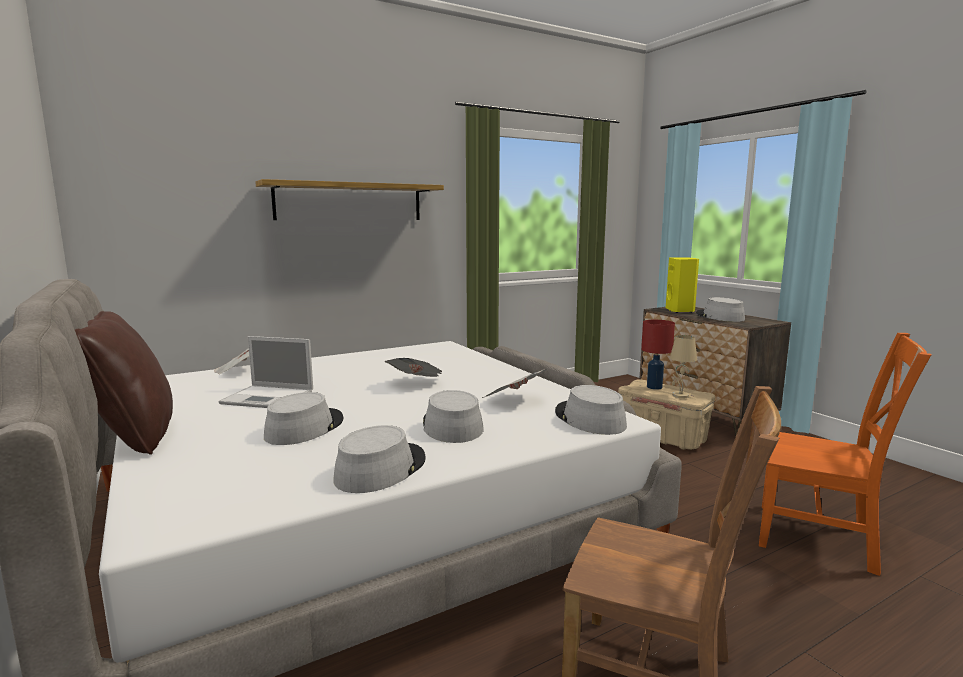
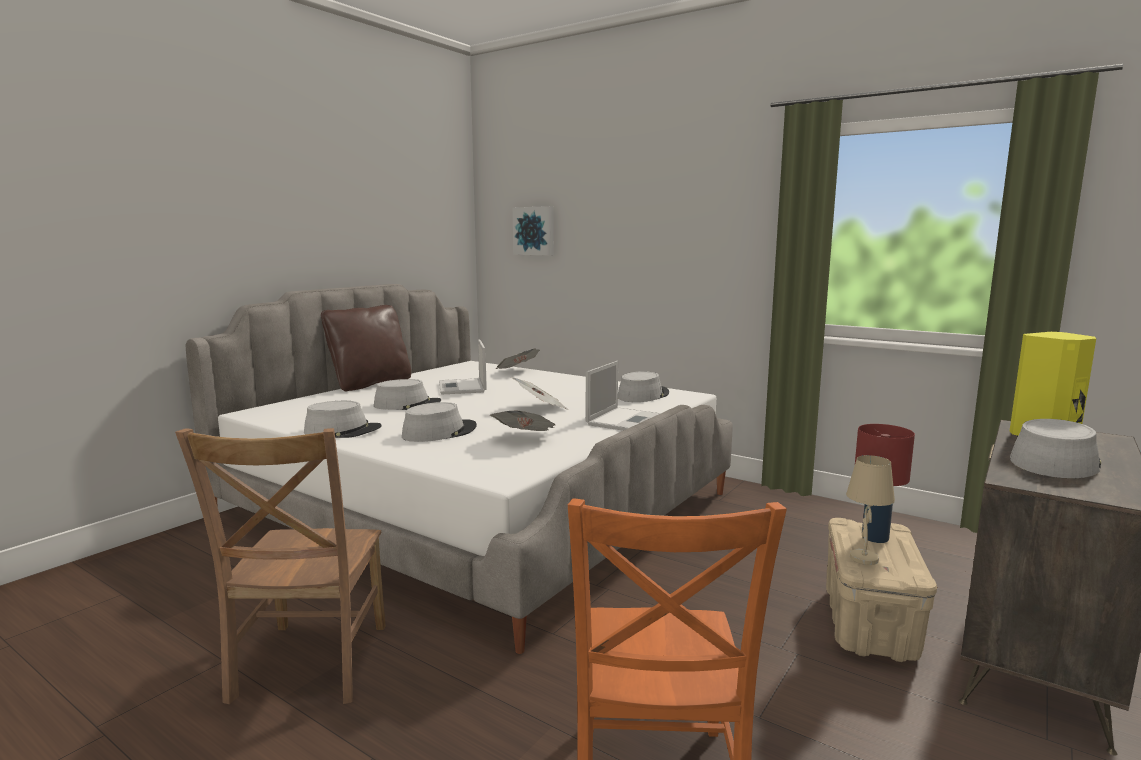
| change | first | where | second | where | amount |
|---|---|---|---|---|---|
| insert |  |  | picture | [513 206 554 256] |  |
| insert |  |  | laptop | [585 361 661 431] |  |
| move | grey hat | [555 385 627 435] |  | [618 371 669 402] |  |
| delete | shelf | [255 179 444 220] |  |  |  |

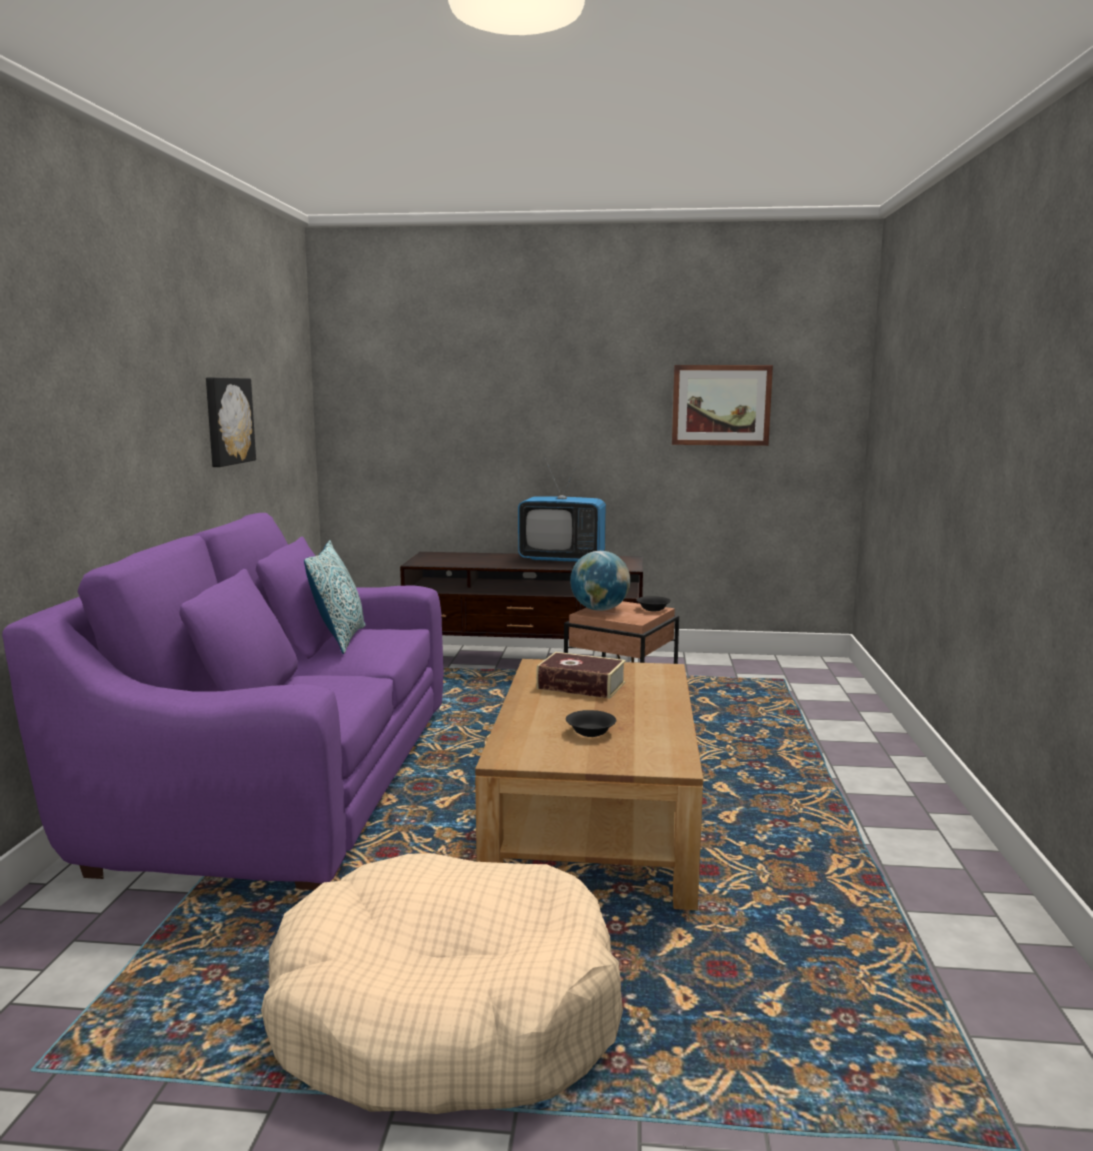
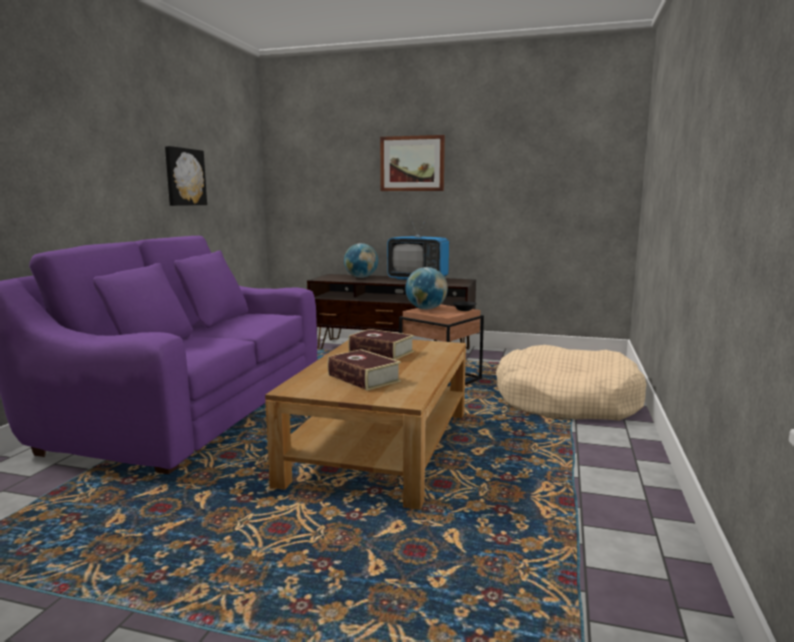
| change | first | where | second | where | amount |
|---|---|---|---|---|---|
| replace | black bowl | [566 710 616 737] | book | [327 349 401 391] |  |
| insert |  |  | globe | [344 243 378 278] |  |
| move | picture | [672 365 773 446] |  | [380 135 445 191] |  |
| move | beige dog bed | [261 853 623 1114] |  | [496 345 647 421] |  |
| delete | pillow | [304 540 365 654] |  |  |  |

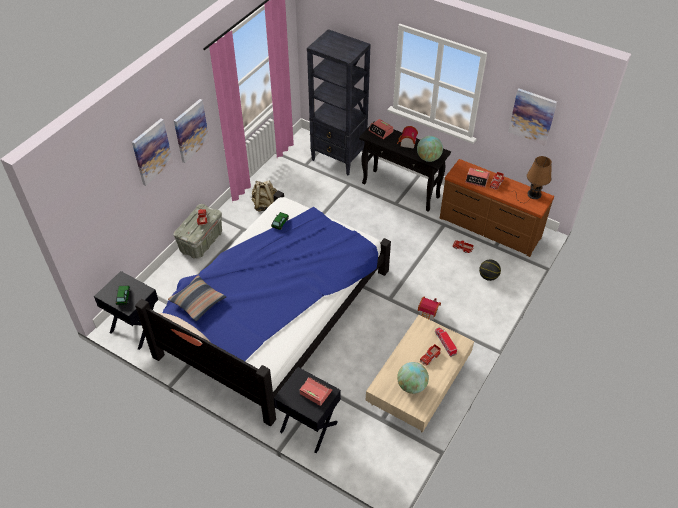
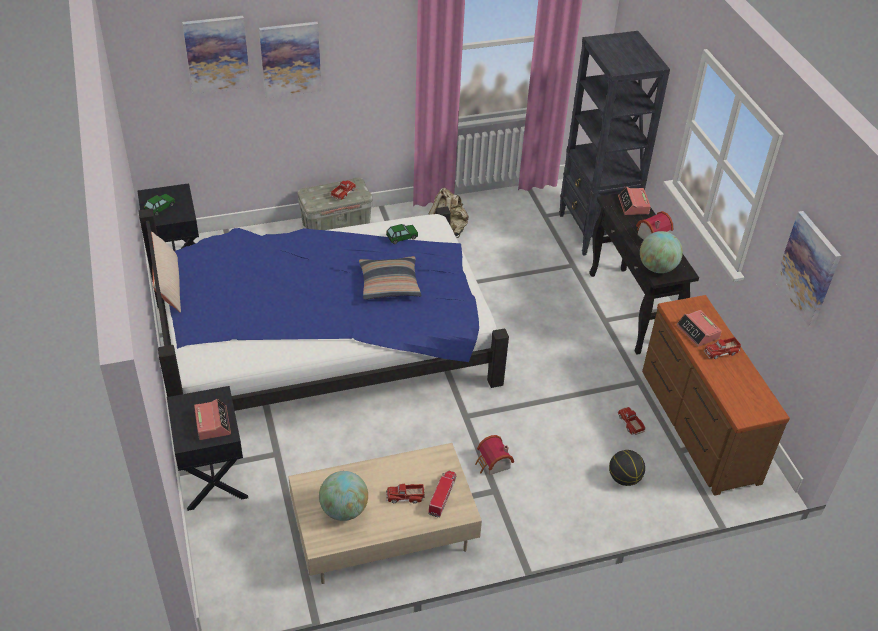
| change | first | where | second | where | amount |
|---|---|---|---|---|---|
| move | picture | [174 99 209 163] |  | [182 16 251 94] |  |
| move | pillow | [168 276 226 321] |  | [359 256 422 300] |  |
| delete | brown table lamp | [515 156 552 203] |  |  |  |

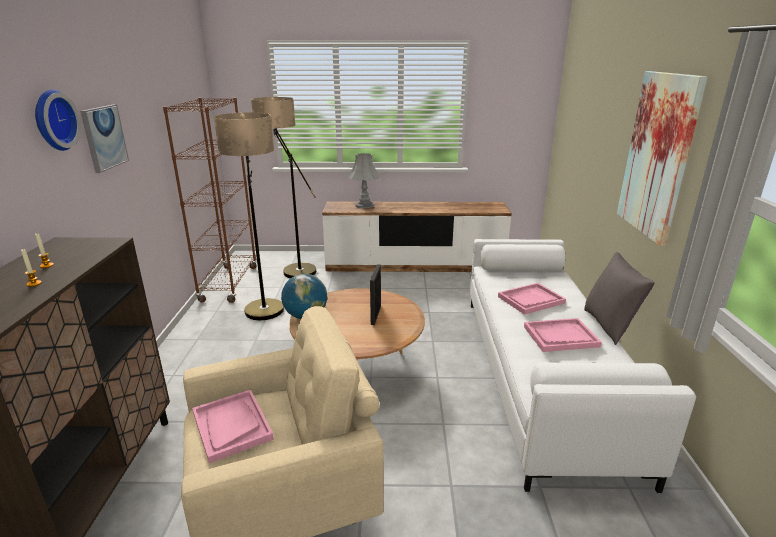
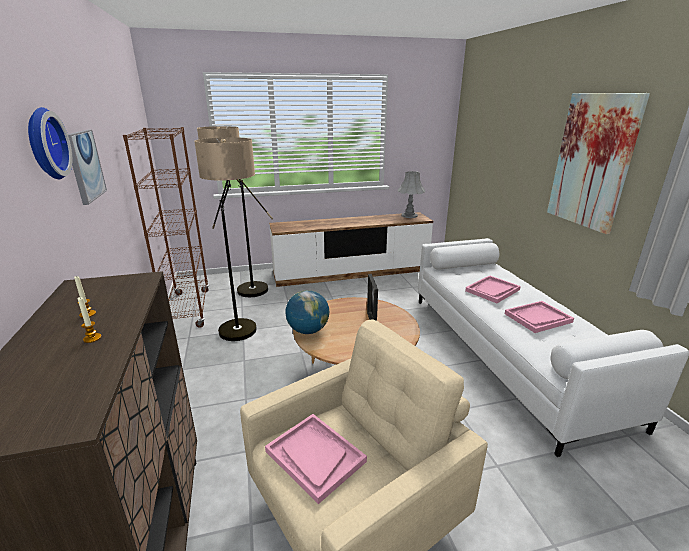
| change | first | where | second | where | amount |
|---|---|---|---|---|---|
| move | grey table lamp | [348 153 380 208] |  | [398 171 425 218] |  |
| delete | grey pillow | [584 252 655 345] |  |  |  |

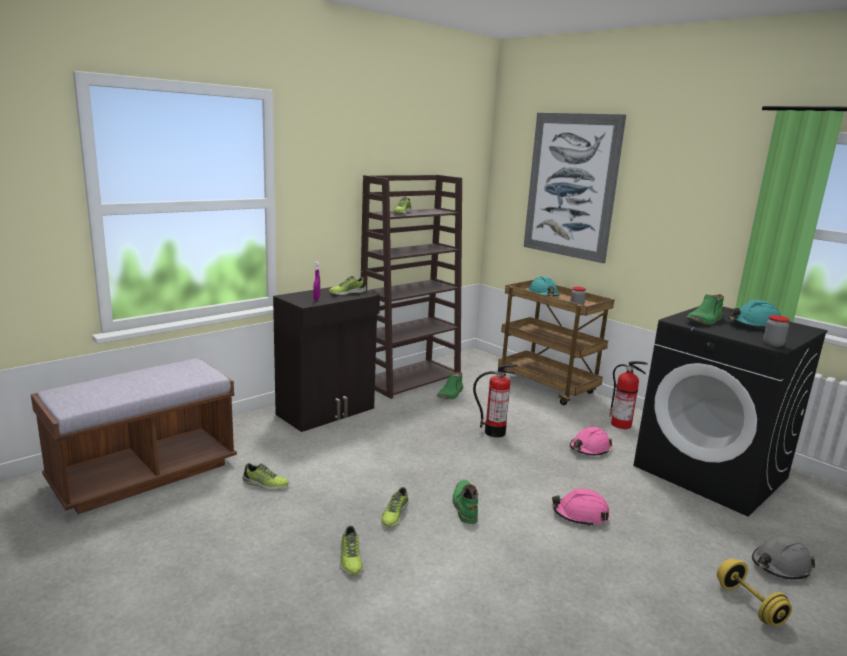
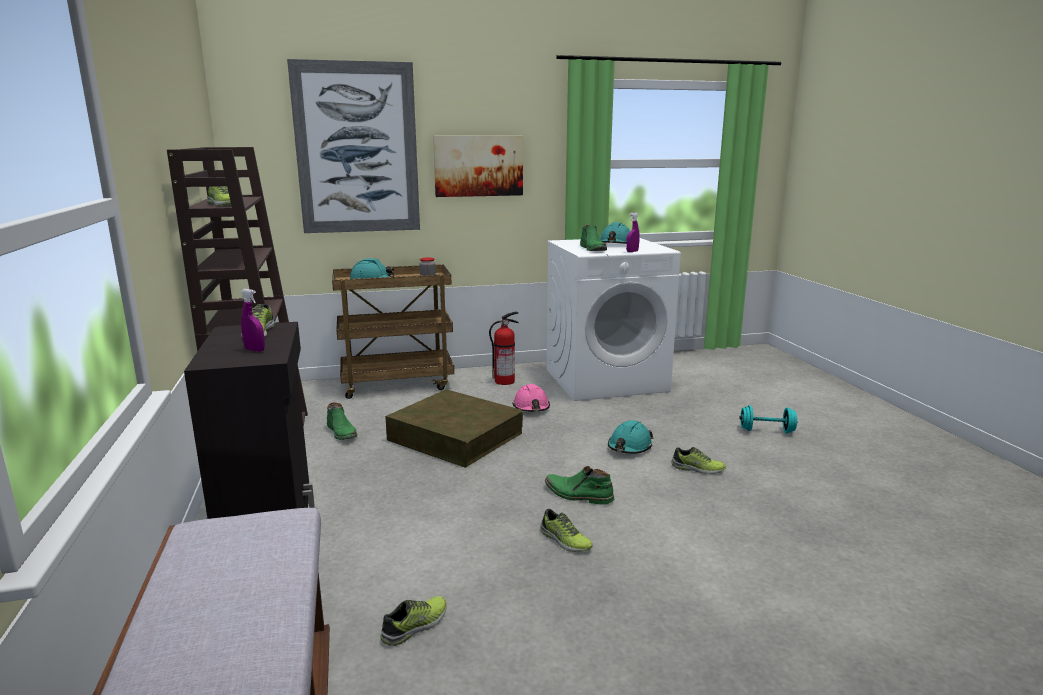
| change | first | where | second | where | amount |
|---|---|---|---|---|---|
| replace | fire extinguisher | [473 364 518 437] | brown storage box | [385 389 523 468] |  |
| insert |  |  | picture | [433 135 523 197] |  |
| recolor | black washing machine | [634 306 828 517] | white washing machine | [547 238 681 401] |  |
| recolor | pink hard hat | [552 489 609 527] | turquoise hard hat | [608 420 654 454] |  |
| insert |  |  | purple spray bottle | [626 213 640 252] |  |
| move | shoe | [340 526 363 575] |  | [671 447 726 475] |  |
| recolor | yellow dumbbell | [717 559 792 626] | turquoise dumbbell | [739 405 798 433] |  |
| delete | grey hard hat | [752 536 815 579] |  |  |  |
| delete | jar | [763 315 790 347] |  |  |  |

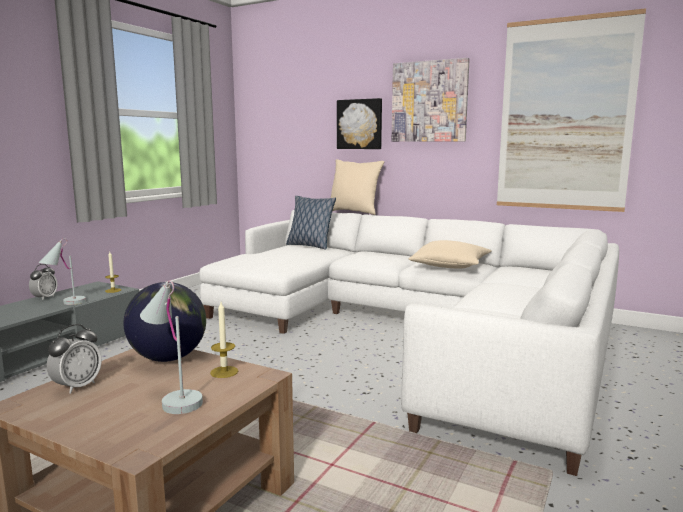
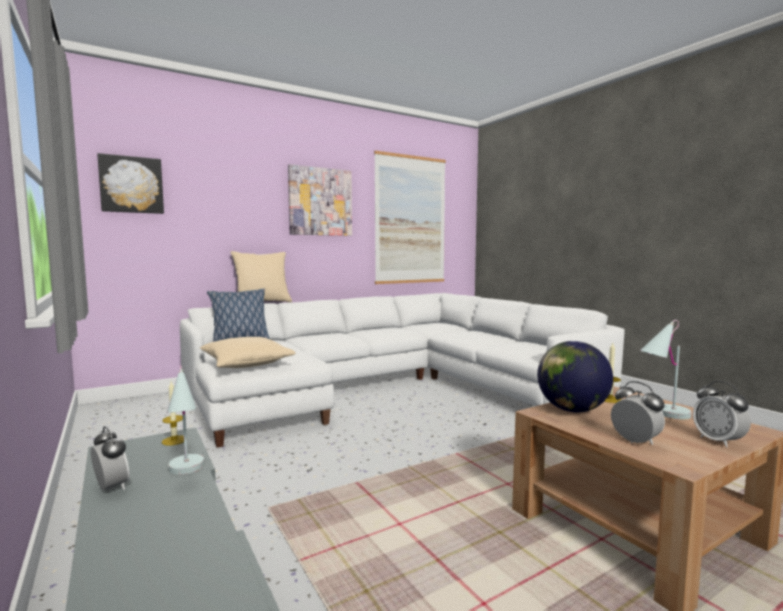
| change | first | where | second | where | amount |
|---|---|---|---|---|---|
| move | picture | [337 98 382 149] |  | [97 153 164 214] |  |
| move | beige pillow | [409 240 492 269] |  | [200 337 296 368] |  |
| insert |  |  | alarm clock | [693 381 751 447] |  |

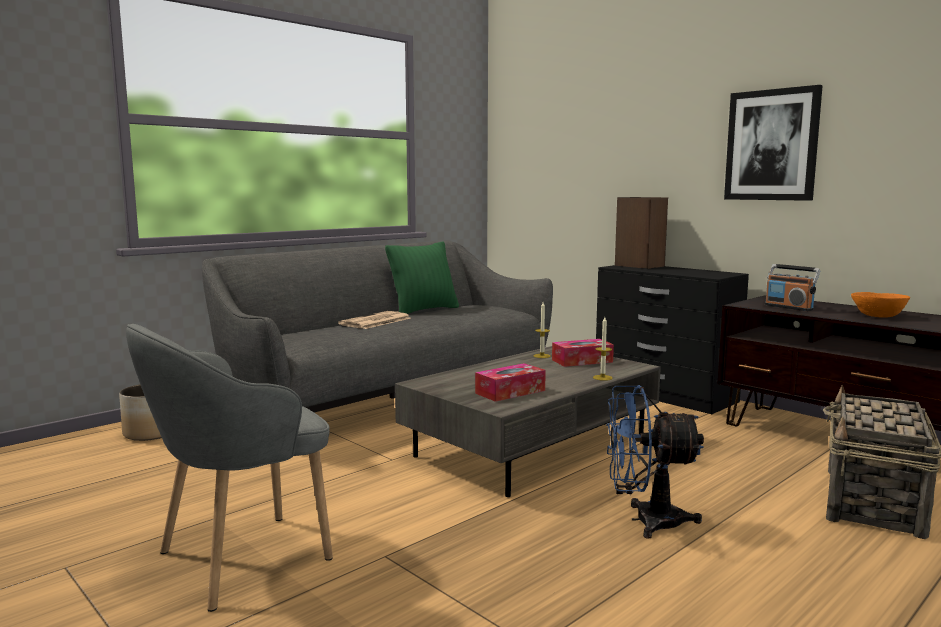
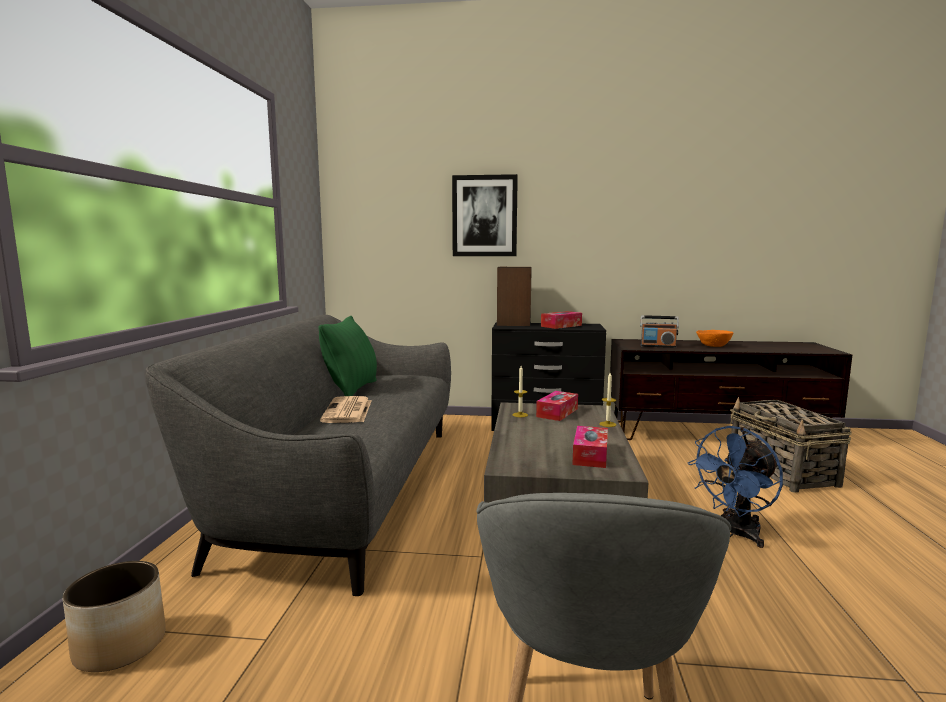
| change | first | where | second | where | amount |
|---|---|---|---|---|---|
| move | picture | [724 85 823 201] |  | [452 174 518 256] |  |
| insert |  |  | tissue box | [541 311 582 329] |  |

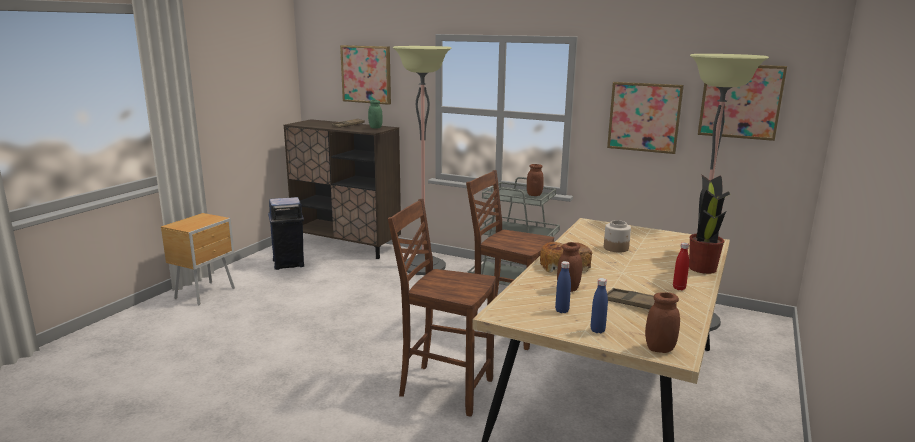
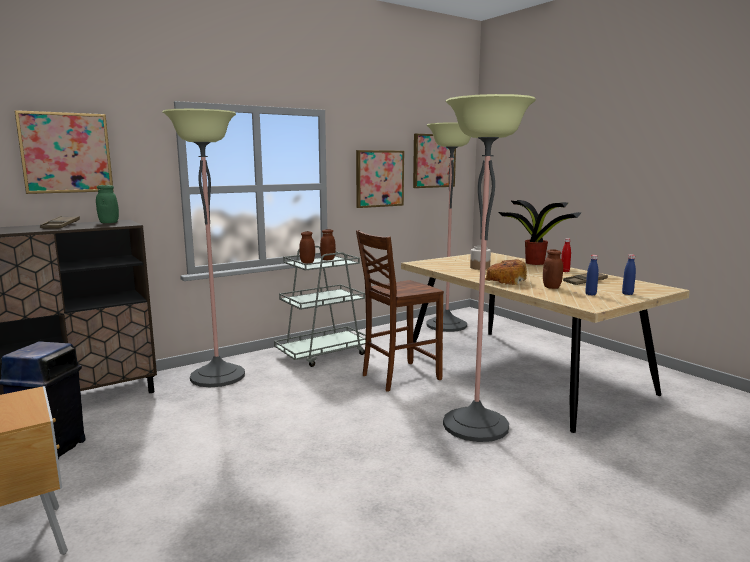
| change | first | where | second | where | amount |
|---|---|---|---|---|---|
| move | brown jar | [645 292 680 353] |  | [299 231 315 264] |  |
| replace | brown chair | [388 199 496 417] | floor lamp | [443 94 536 442] |  |

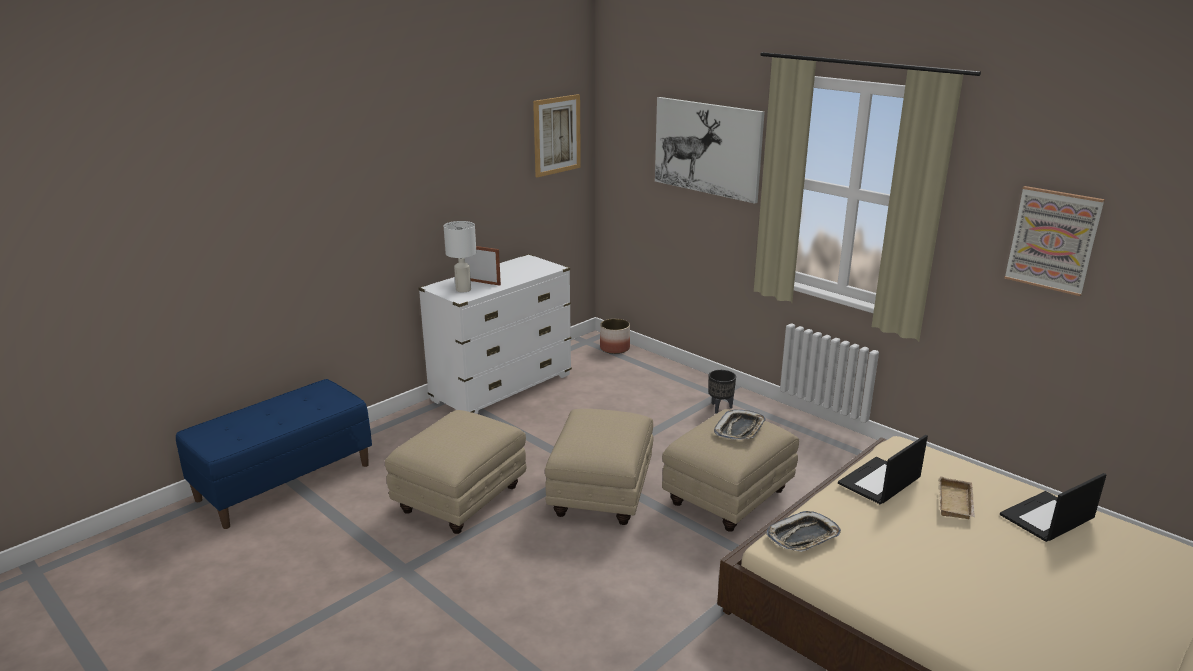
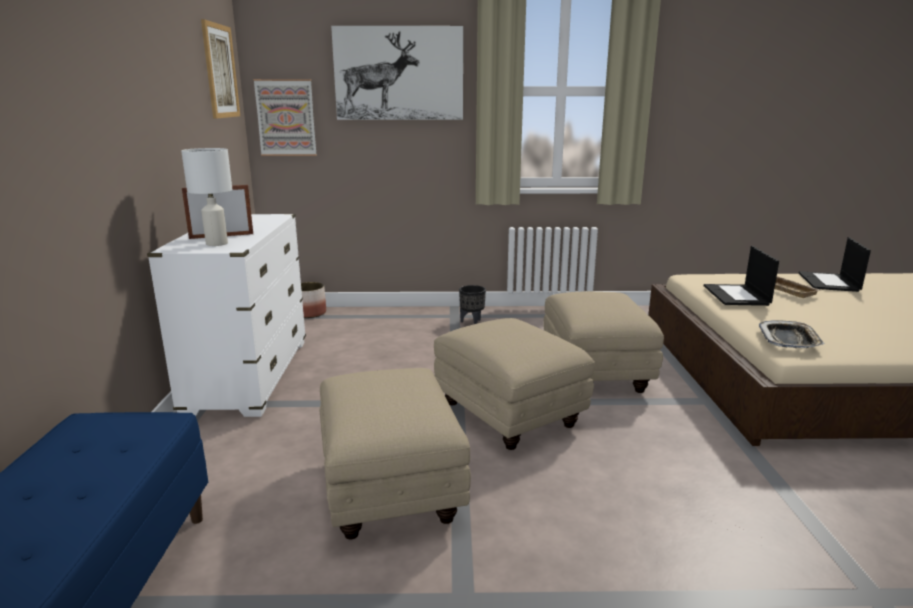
| change | first | where | second | where | amount |
|---|---|---|---|---|---|
| move | picture | [1004 186 1105 296] |  | [253 79 317 156] |  |
| delete | tray | [714 409 766 440] |  |  |  |

